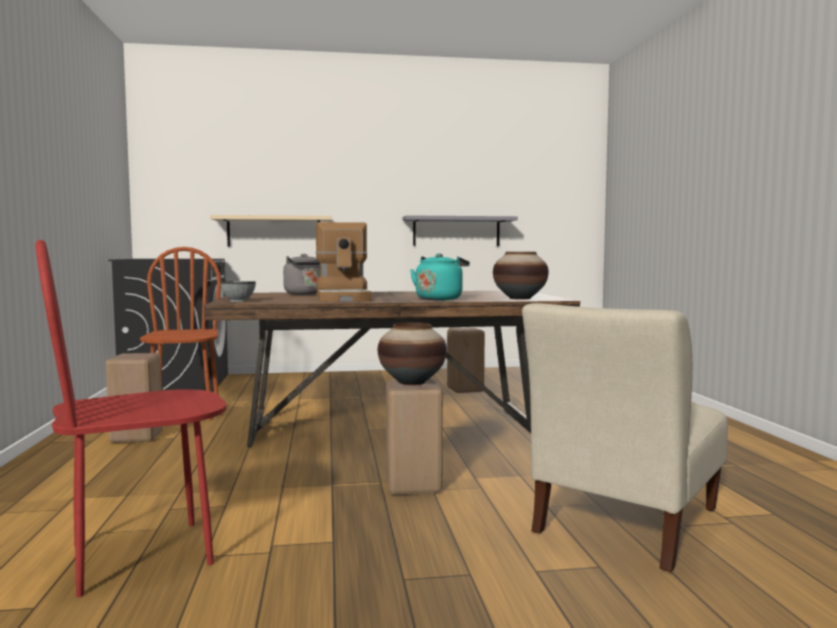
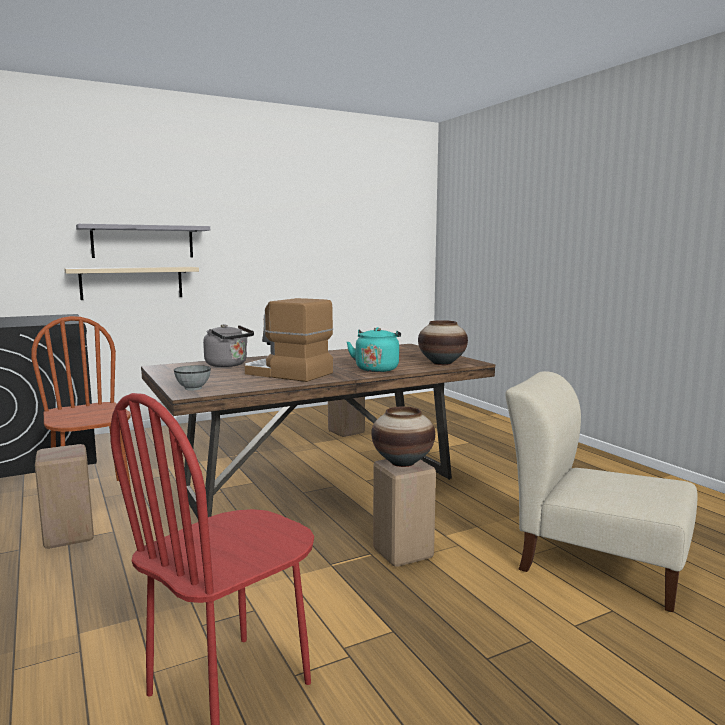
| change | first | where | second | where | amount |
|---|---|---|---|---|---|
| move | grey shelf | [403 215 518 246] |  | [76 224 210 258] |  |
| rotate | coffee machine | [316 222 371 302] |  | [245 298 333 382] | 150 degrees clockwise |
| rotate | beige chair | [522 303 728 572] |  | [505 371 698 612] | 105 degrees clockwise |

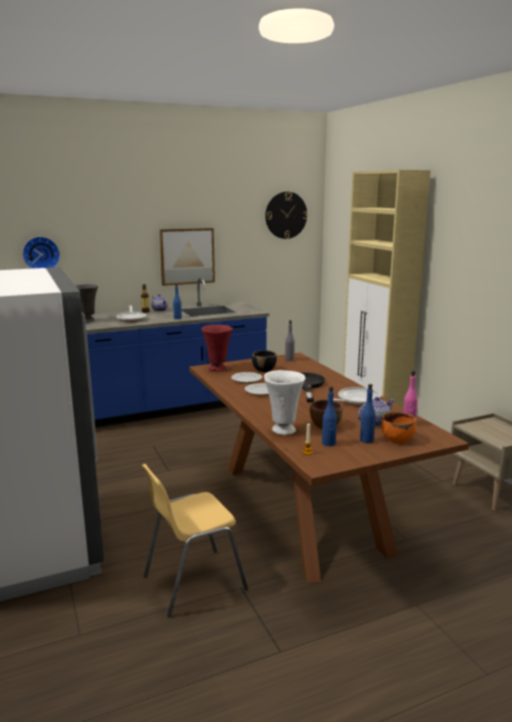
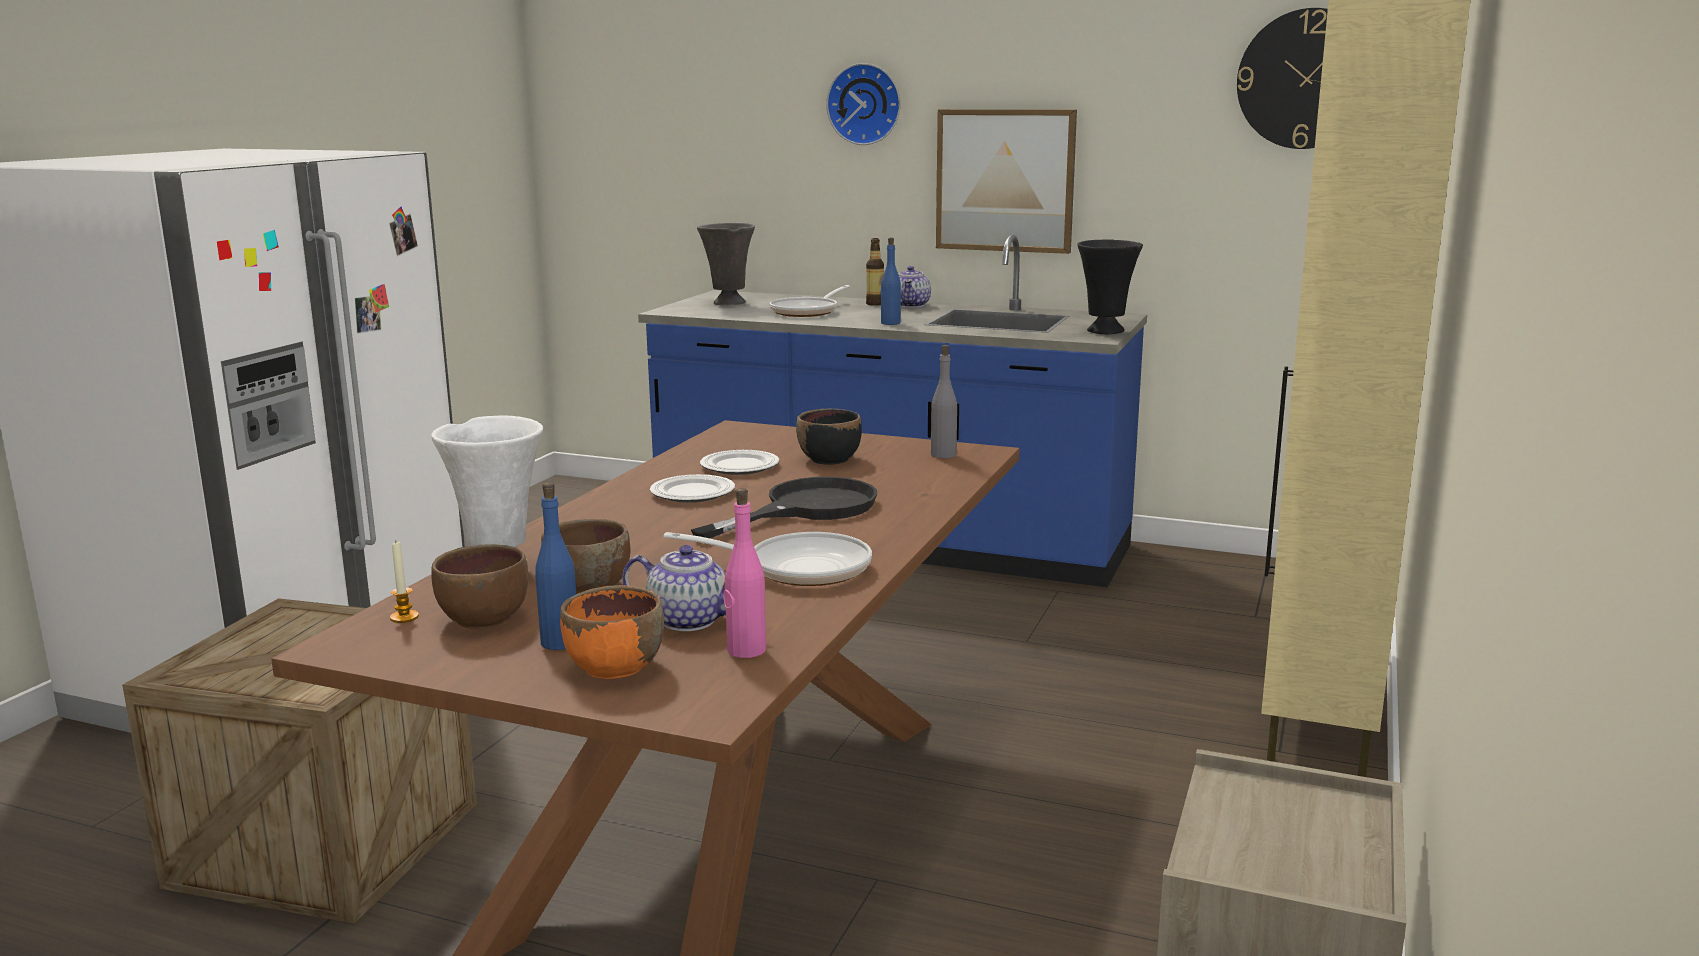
| change | first | where | second | where | amount |
|---|---|---|---|---|---|
| replace | yellow chair | [142 464 248 617] | crate | [122 598 477 924] |  |
| replace | blue bottle | [322 386 337 446] | brown bowl | [431 544 529 629] |  |
| move | wall clock | [22 236 60 269] |  | [826 63 901 145] |  |
| insert |  |  | black vase | [1077 239 1143 334] |  |
| delete | red vase | [202 325 233 371] |  |  |  |

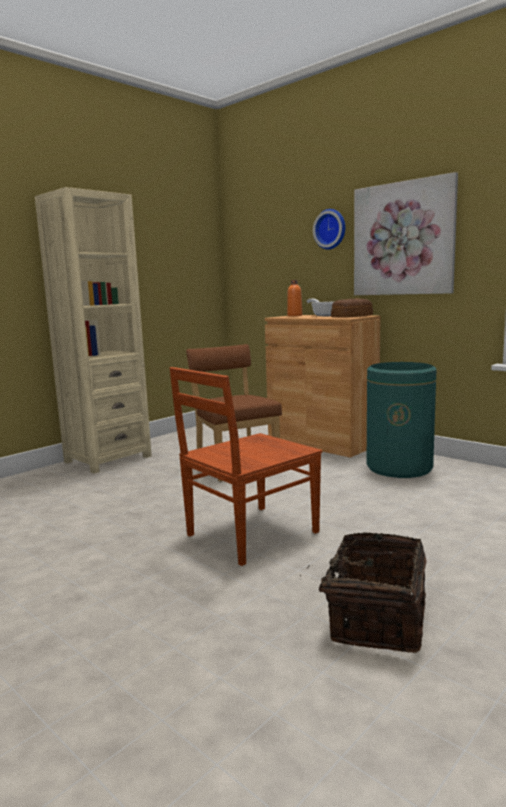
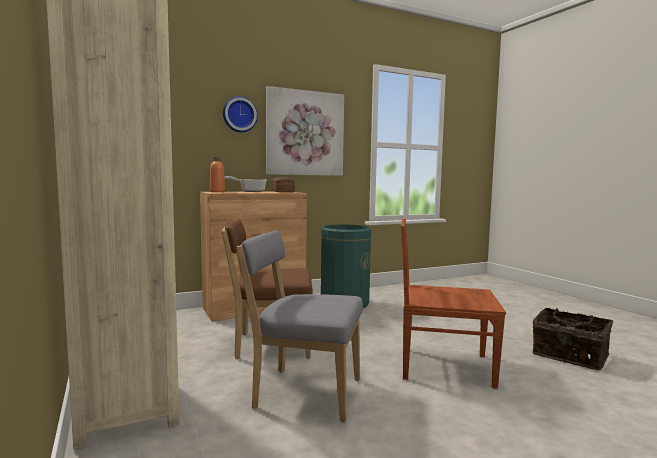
| change | first | where | second | where | amount |
|---|---|---|---|---|---|
| insert |  |  | grey chair | [237 230 363 422] |  |
| rotate | brown chair | [169 367 322 566] |  | [401 218 506 389] | 120 degrees clockwise |

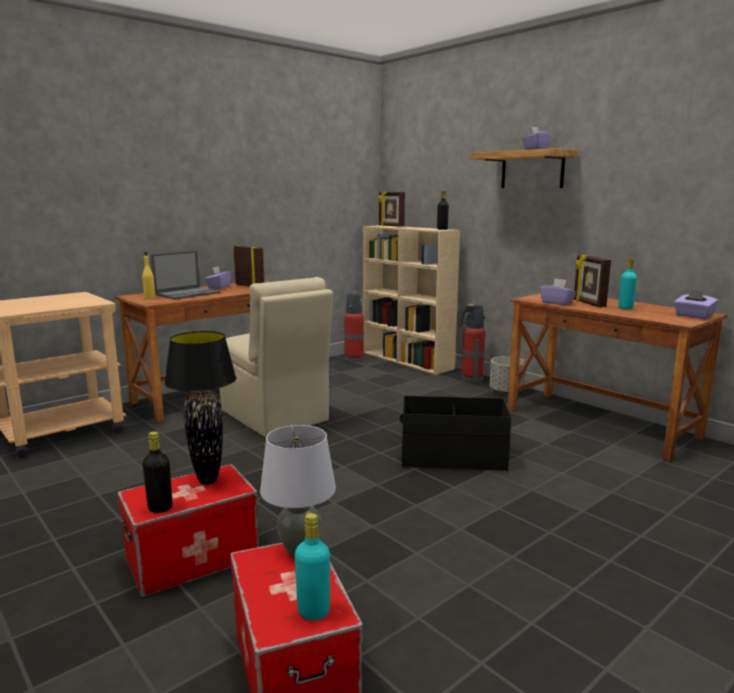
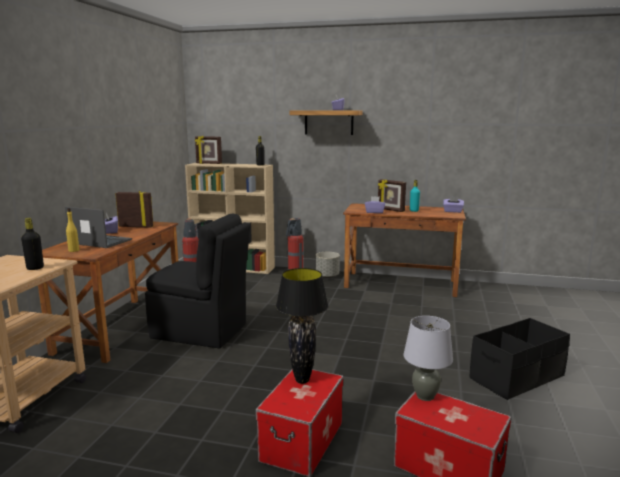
| change | first | where | second | where | amount |
|---|---|---|---|---|---|
| move | black bottle | [143 431 173 513] |  | [21 218 44 270] |  |
| rotate | laptop | [151 251 221 300] |  | [65 207 132 248] | 75 degrees counterclockwise |
| recolor | beige chair | [219 277 333 437] | black chair | [145 213 251 348] |  |
| move | black storage box | [400 396 511 471] |  | [469 318 570 400] |  |
| delete | turquoise bottle | [295 513 330 620] |  |  |  |

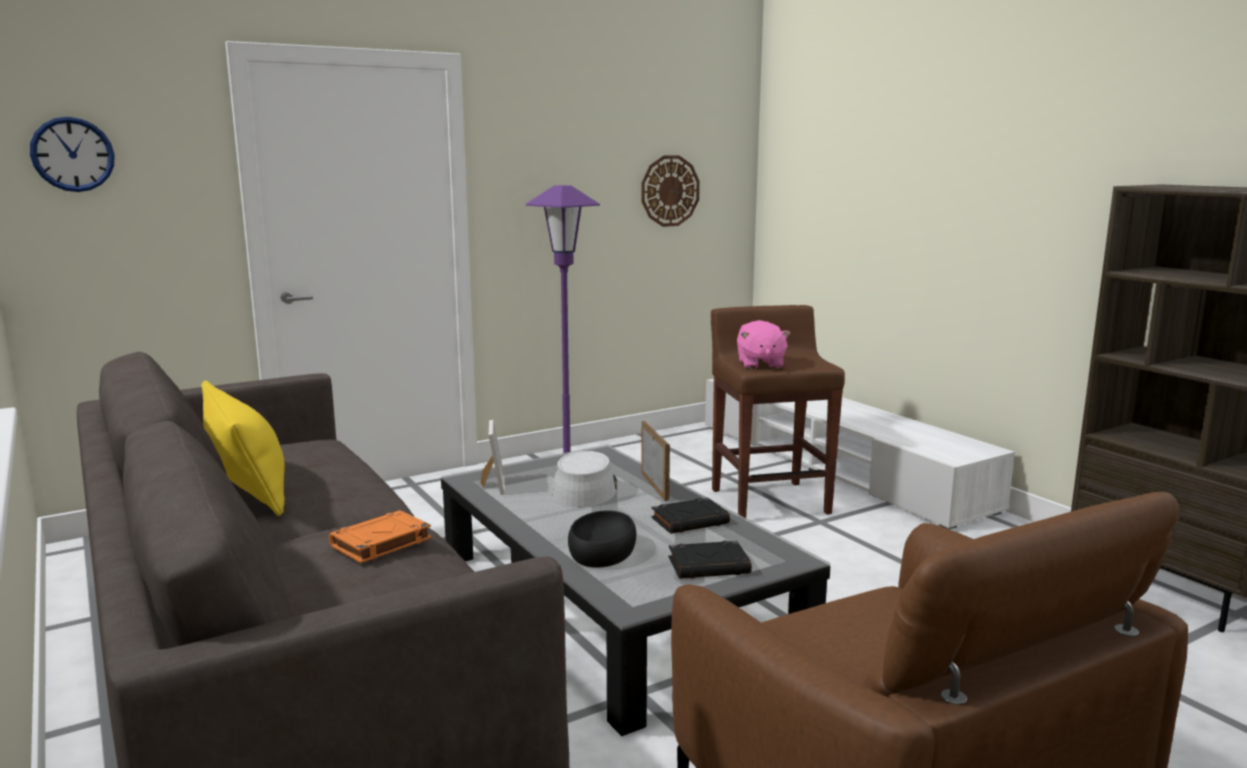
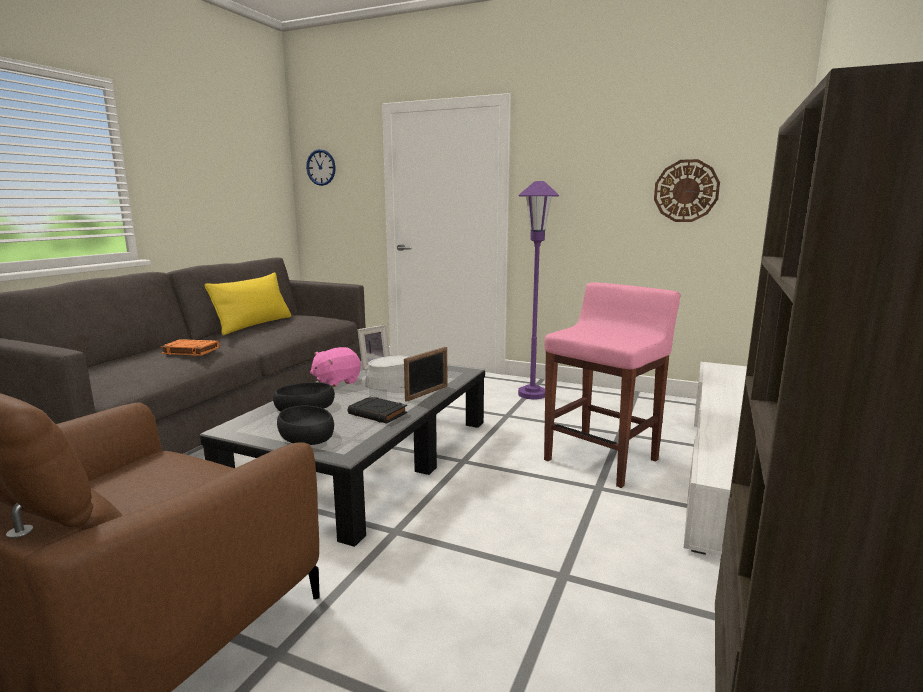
| change | first | where | second | where | amount |
|---|---|---|---|---|---|
| replace | black book | [669 541 752 579] | black bowl | [277 405 334 445] |  |
| move | pink plush toy | [737 320 791 369] |  | [310 347 361 387] |  |
| recolor | brown stool | [711 305 845 518] | pink stool | [544 282 681 488] |  |

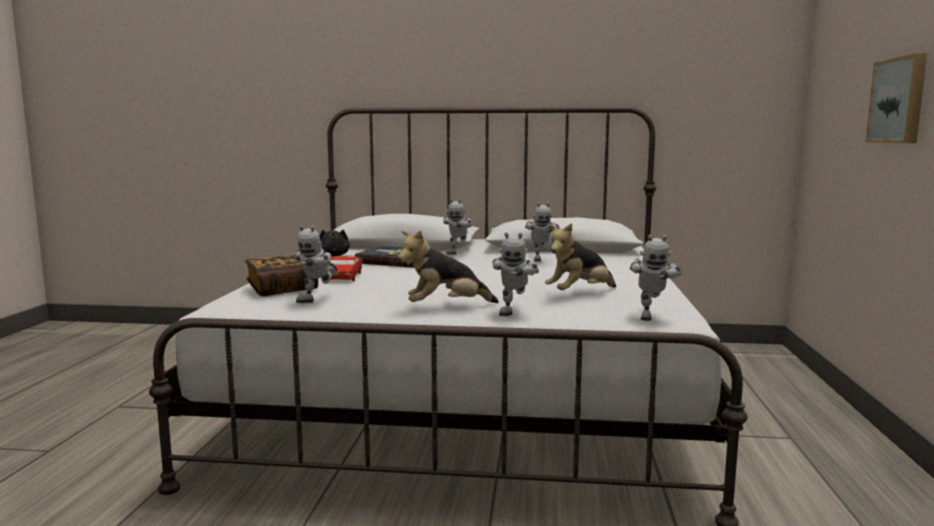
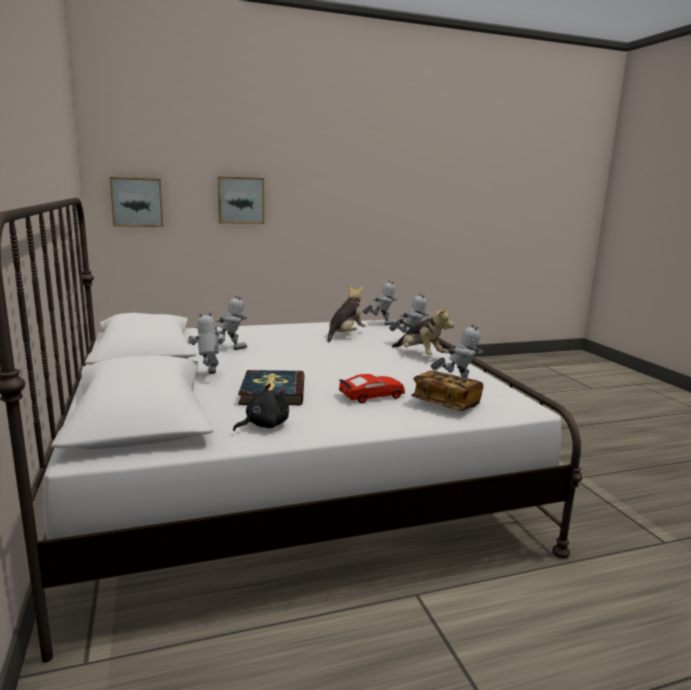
| change | first | where | second | where | amount |
|---|---|---|---|---|---|
| insert |  |  | picture | [109 177 163 227] |  |
| rotate | toy robot | [443 199 472 255] |  | [188 312 225 374] | 105 degrees counterclockwise |
| rotate | plush toy | [545 223 616 290] |  | [328 285 366 342] | 90 degrees counterclockwise |

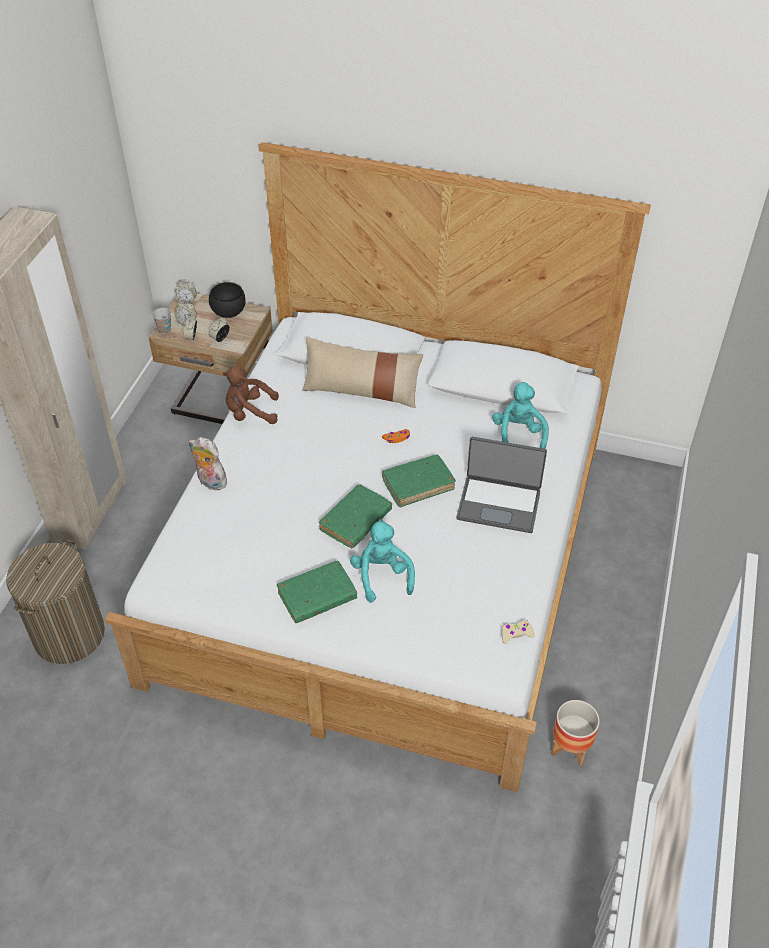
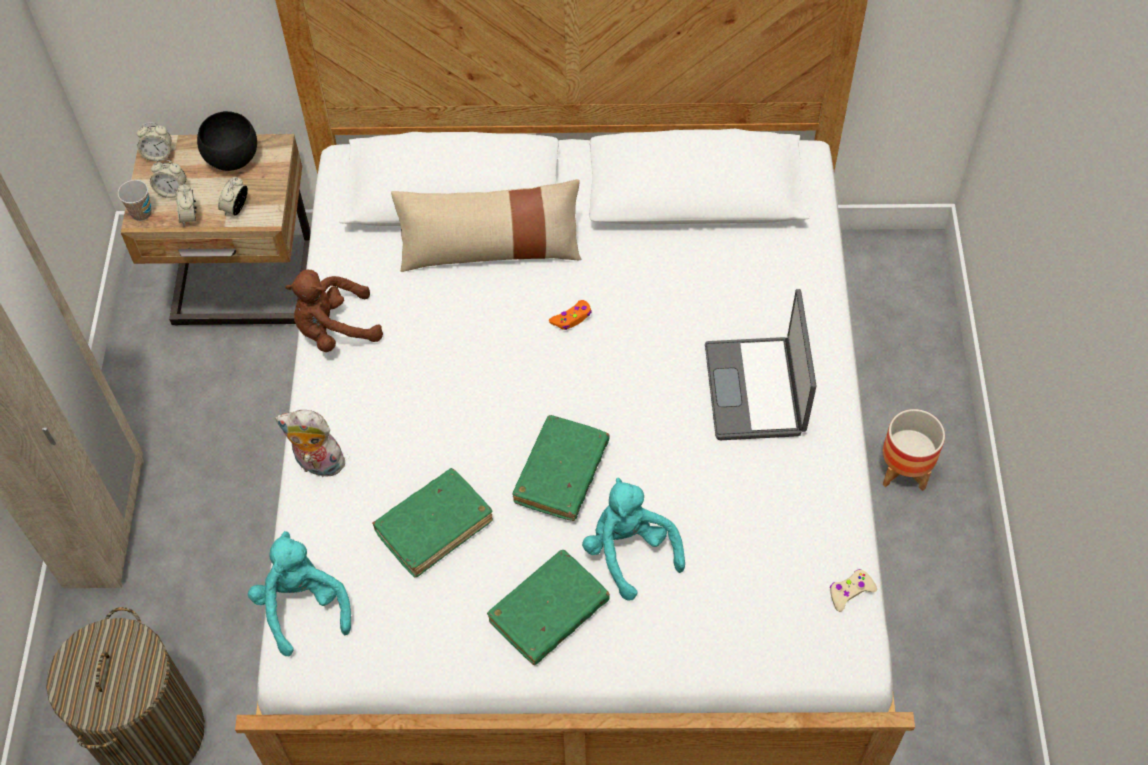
| change | first | where | second | where | amount |
|---|---|---|---|---|---|
| move | turquoise plush toy | [492 382 549 449] |  | [248 531 351 656] |  |
| move | green book | [382 454 456 507] |  | [372 468 493 577] |  |
| rotate | laptop | [456 437 547 533] |  | [705 289 817 440] | 90 degrees clockwise |
| move | planter | [551 700 600 766] |  | [883 409 945 491] |  |

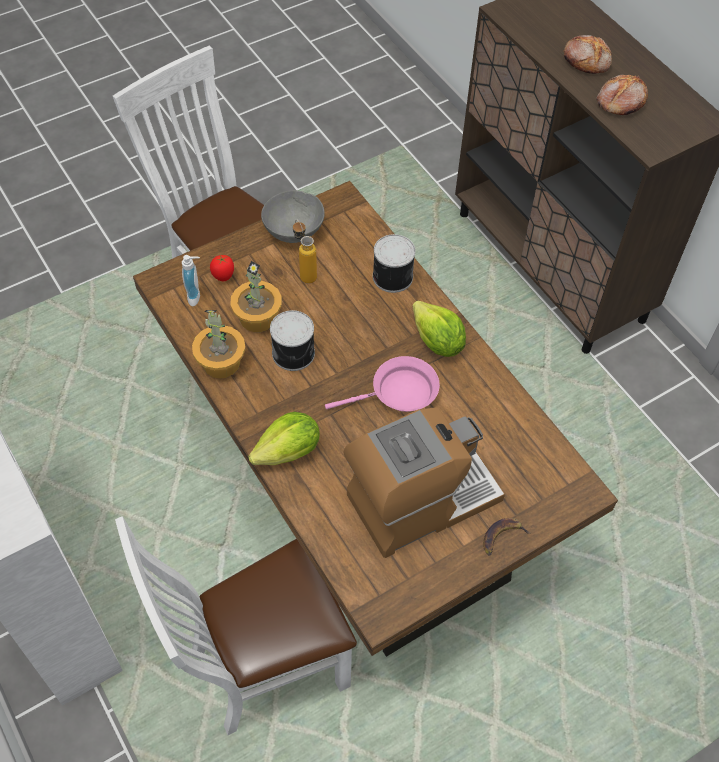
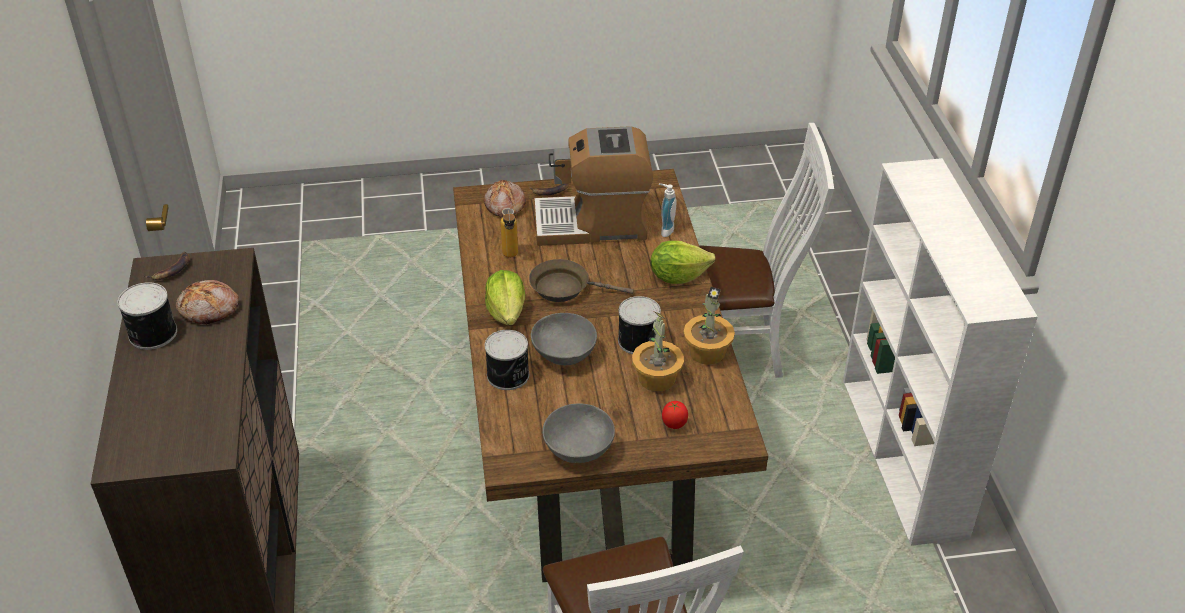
| change | first | where | second | where | amount |
|---|---|---|---|---|---|
| insert |  |  | can | [117 282 177 350] |  |
| insert |  |  | banana | [144 252 190 280] |  |
| move | bread | [563 35 612 74] |  | [484 179 526 217] |  |
| move | bottle | [293 219 317 284] |  | [501 208 518 258] |  |
| recolor | pink frying pan | [325 356 440 412] | brown frying pan | [529 259 634 302] |  |
| insert |  |  | grey bowl | [531 313 597 365] |  |
| move | soap dispenser | [182 255 200 306] |  | [659 183 677 237] |  |

